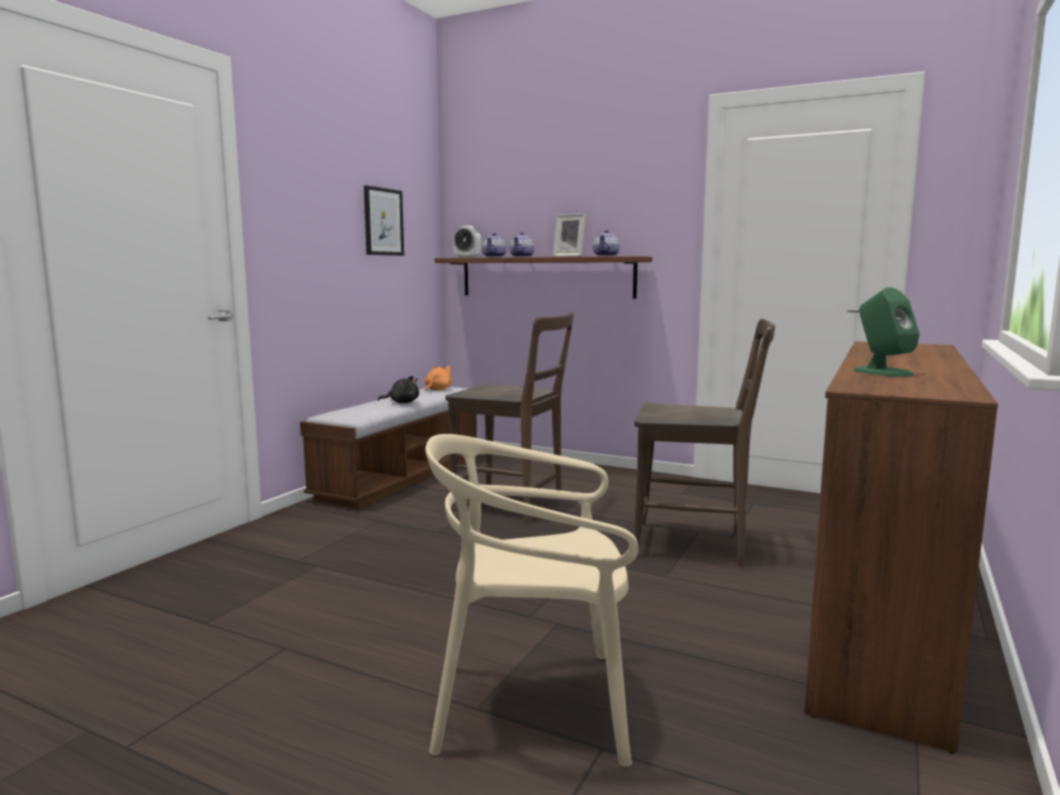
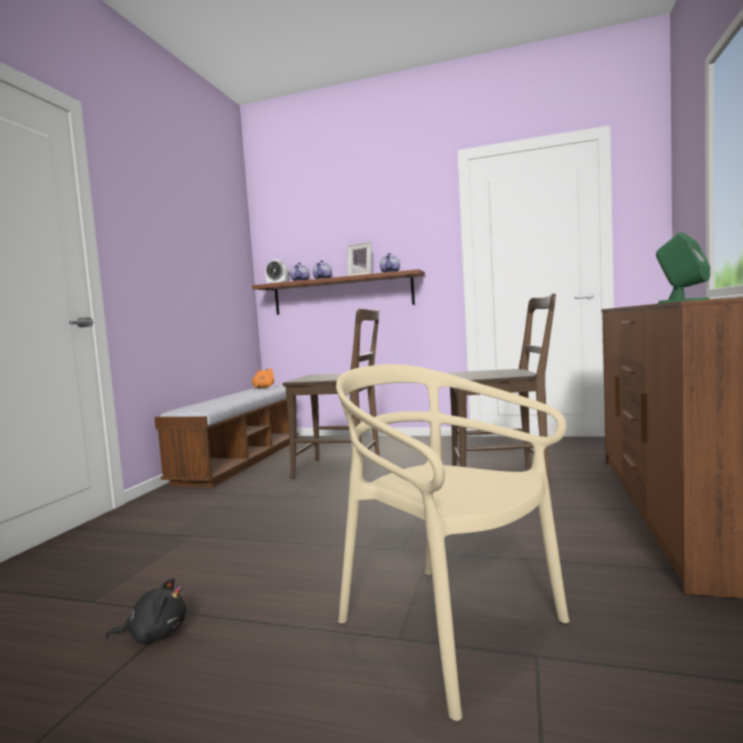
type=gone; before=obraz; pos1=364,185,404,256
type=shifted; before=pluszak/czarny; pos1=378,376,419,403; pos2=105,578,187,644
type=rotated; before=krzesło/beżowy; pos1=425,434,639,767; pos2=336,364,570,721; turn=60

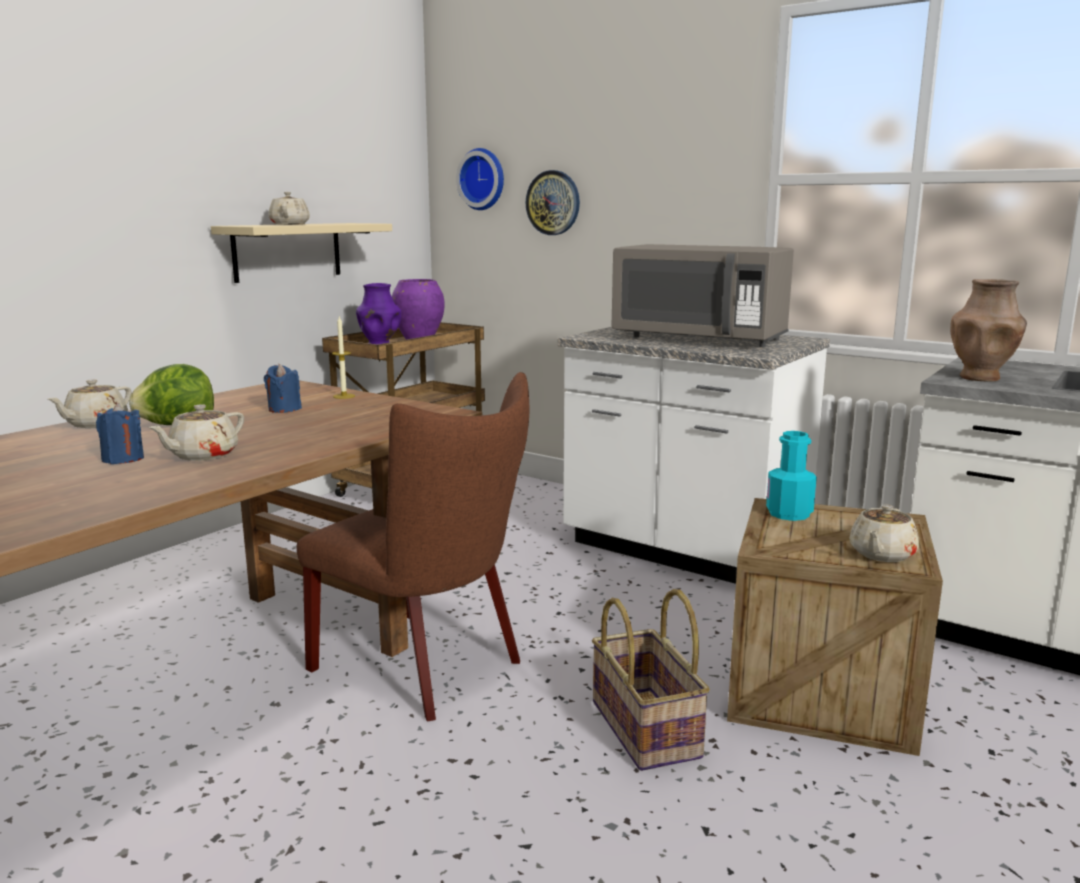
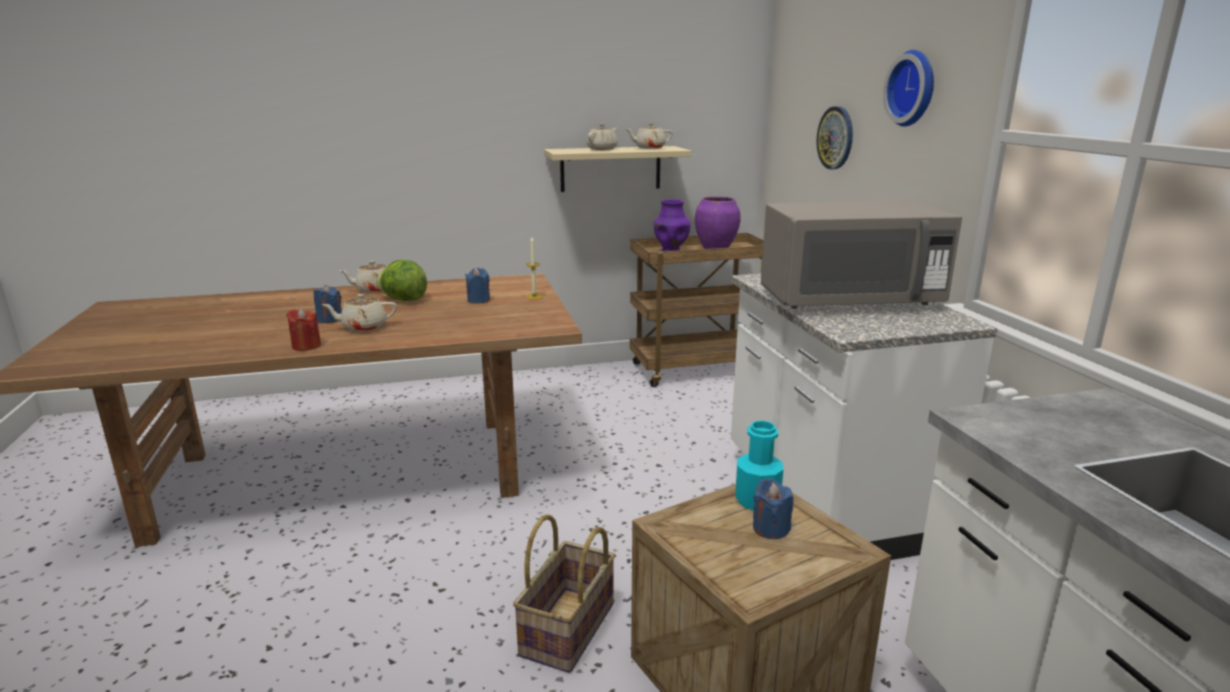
type=shifted; before=zegar ścienny; pos1=456,148,504,210; pos2=883,50,934,127
type=rotated; before=mikrofalówka/szary; pos1=612,244,794,347; pos2=761,202,962,309; turn=-75
type=gone; before=wazon/brązowy; pos1=950,279,1027,382
type=gone; before=krzesło/brązowy; pos1=297,372,529,721
type=shifted; before=imbryk/beżowy; pos1=849,505,919,562; pos2=626,123,673,149
type=new; after=świeca/czerwony; pos2=287,308,321,351
type=new; after=świeca/niebieski; pos2=753,478,794,539

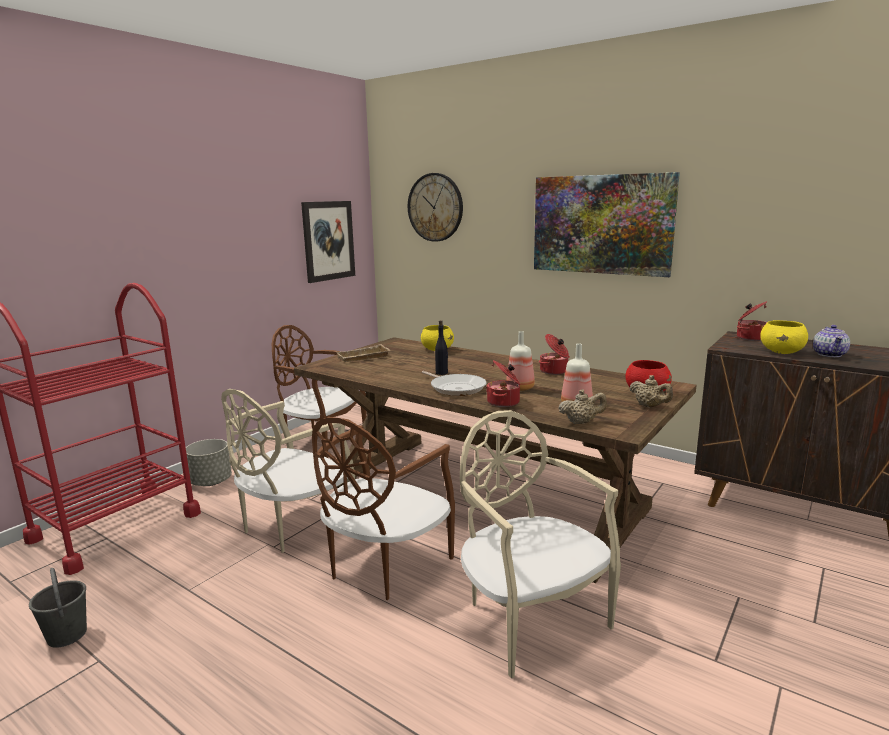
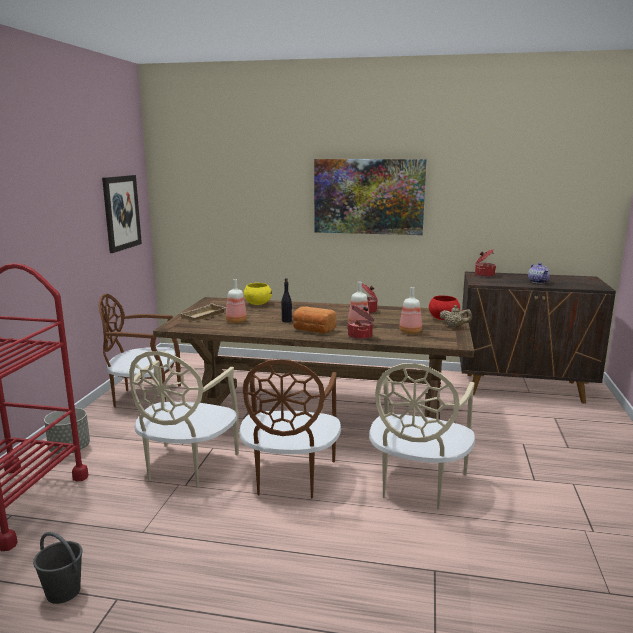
type=gone; before=zegar ścienny; pos1=408,173,463,242
type=gone; before=miska/żółty; pos1=760,320,808,354
type=swapped; before=patelnia; after=chleb; pos1=422,371,487,396; pos2=293,307,337,333
type=gone; before=imbryk/beżowy; pos1=558,389,607,424
type=rotated; before=krzesło/beżowy; pos1=460,410,621,678; pos2=369,363,475,510; turn=-105
type=new; after=butelka; pos2=226,279,247,323

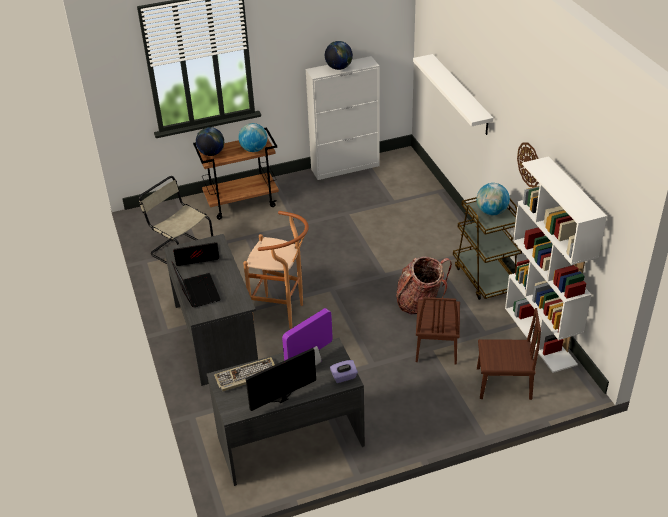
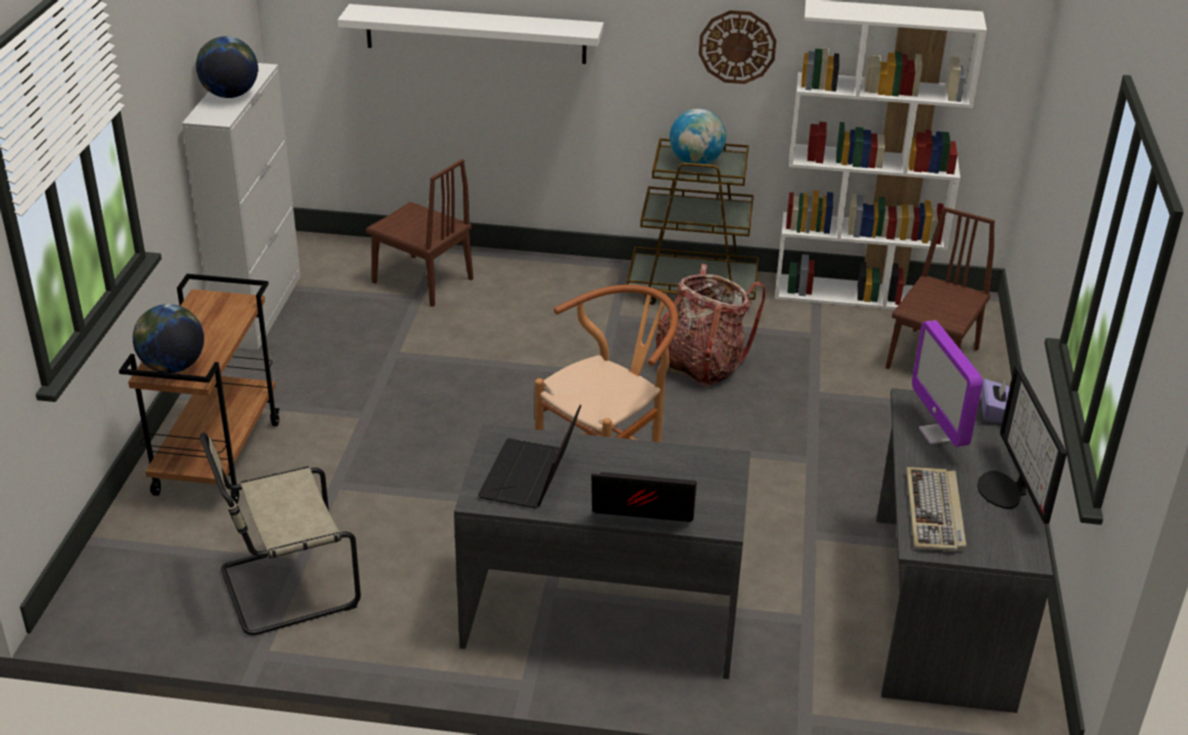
type=gone; before=globus; pos1=238,123,267,152
type=shifted; before=krzesło/brązowy; pos1=416,297,460,365; pos2=366,159,474,307

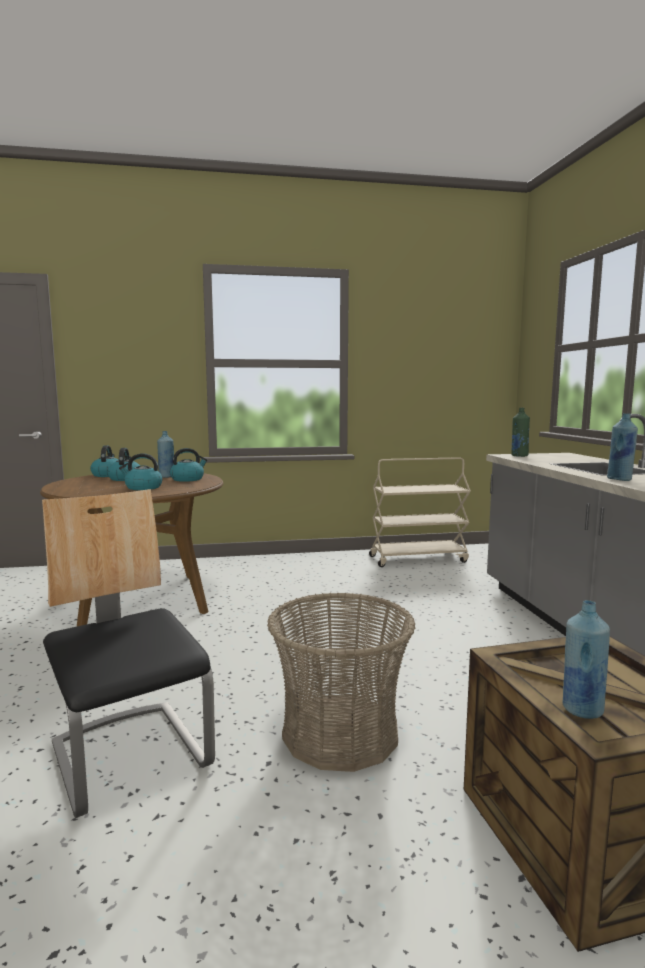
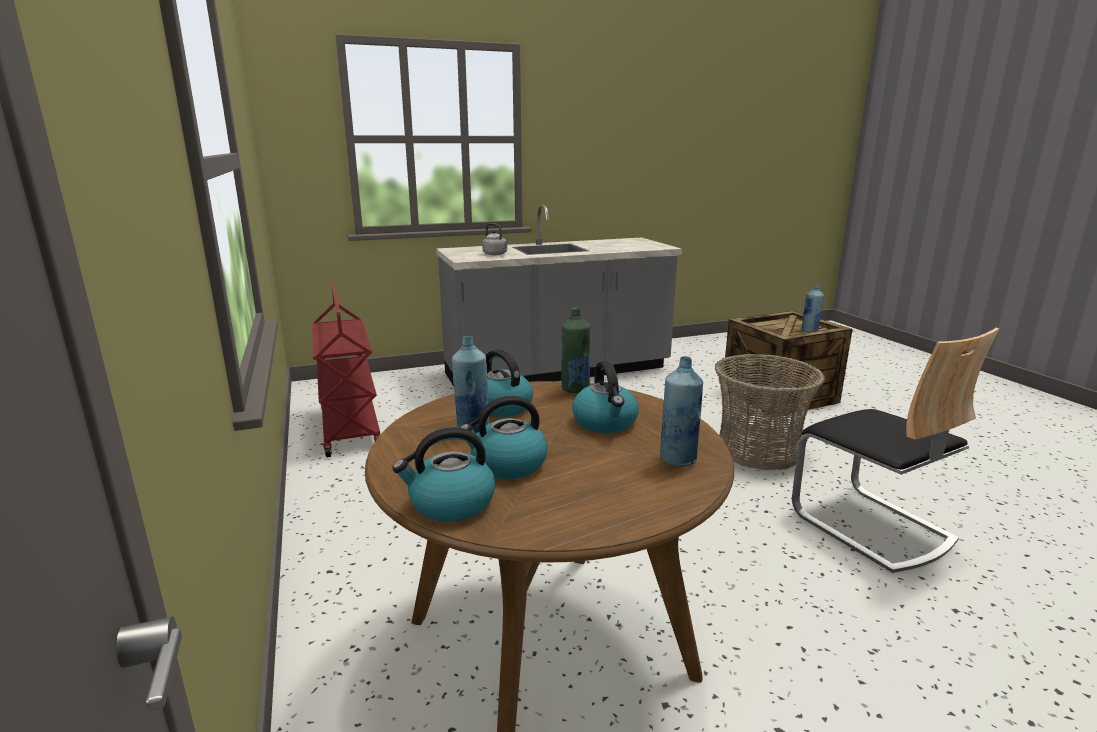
type=shifted; before=butelka/zielony; pos1=511,408,530,457; pos2=561,307,590,393
type=shifted; before=butelka/niebieski; pos1=607,413,638,481; pos2=660,356,703,467
type=repainted; before=wózek/beżowy; after=wózek/czerwony; pos1=369,457,471,567; pos2=312,284,380,457
type=rotated; before=krzesło; pos1=42,489,215,818; pos2=792,328,999,573; turn=-75
type=new; after=czajnik/szary; pos2=482,223,510,255

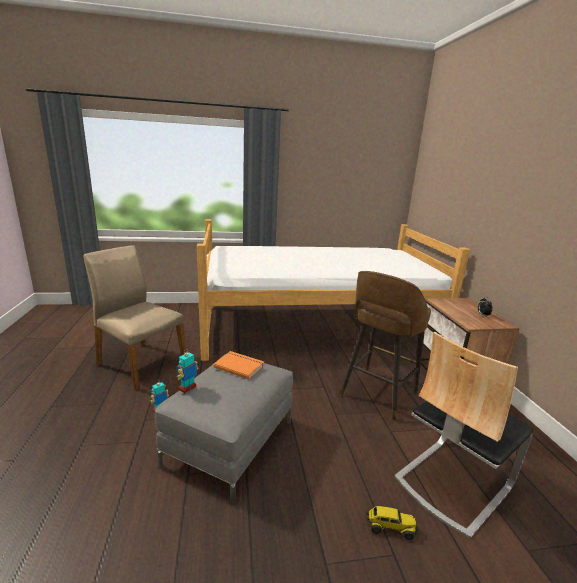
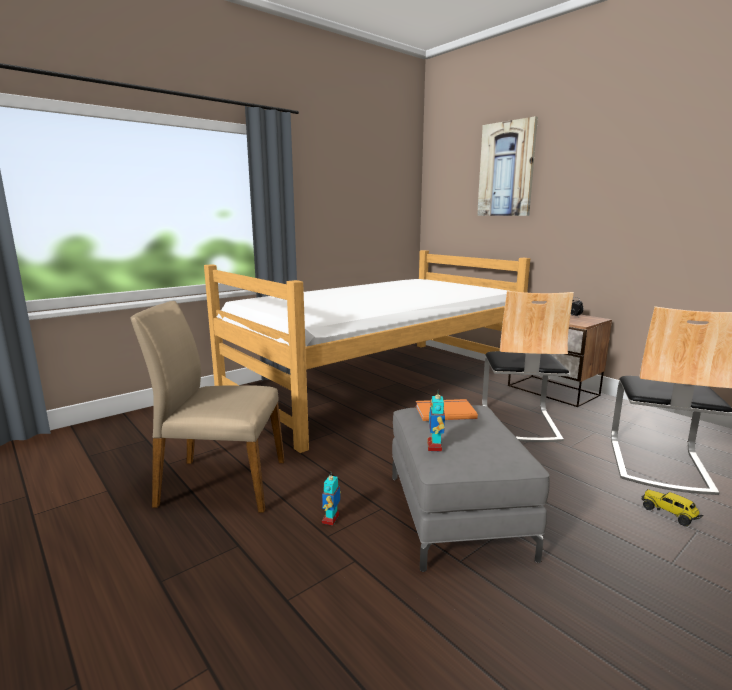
type=swapped; before=stołek/brązowy; after=krzesło; pos1=340,271,431,421; pos2=482,291,574,442
type=rotated; before=ciężarówka zabawkowa; pos1=366,506,418,540; pos2=641,490,703,526; turn=-105
type=new; after=obraz; pos2=477,116,538,216

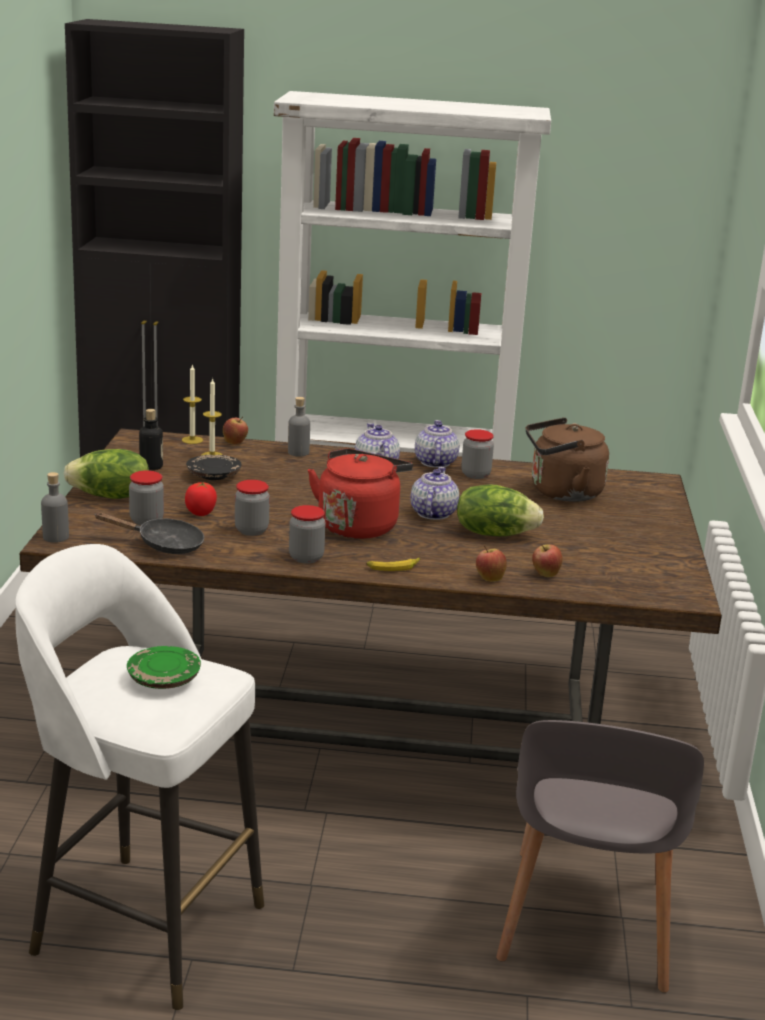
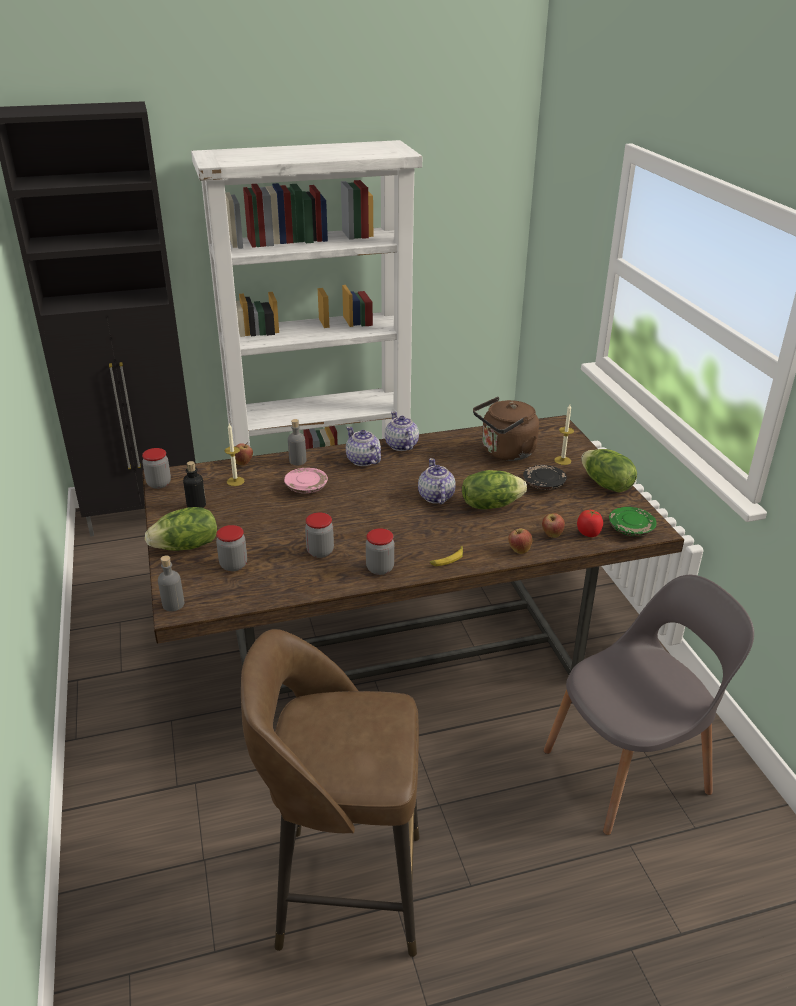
type=shifted; before=świeca; pos1=182,364,203,444; pos2=554,404,574,465
type=shifted; before=słoik; pos1=461,429,494,479; pos2=142,448,171,489
type=gone; before=czajnik/czerwony; pos1=308,448,413,539
type=shifted; before=talerz/czarny; pos1=186,455,241,480; pos2=523,465,567,490
type=shifted; before=pomidor; pos1=185,482,217,516; pos2=577,510,603,537
type=gone; before=patelnia/czarny; pos1=94,512,204,554
type=repainted; before=stołek/biały; after=stołek/brązowy; pos1=15,544,264,1010; pos2=241,629,420,957
type=shifted; before=talerz/zielony; pos1=127,646,201,689; pos2=609,507,657,536
type=rotated; before=krzesło/szary; pos1=496,720,704,993; pos2=544,575,754,835; turn=-105
type=new; after=sałata; pos2=581,449,637,493
type=new; after=talerz/różowy; pos2=284,468,328,493

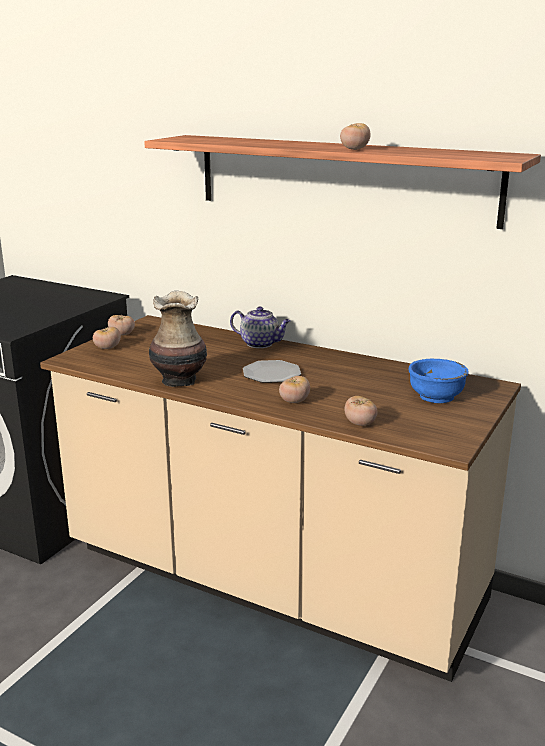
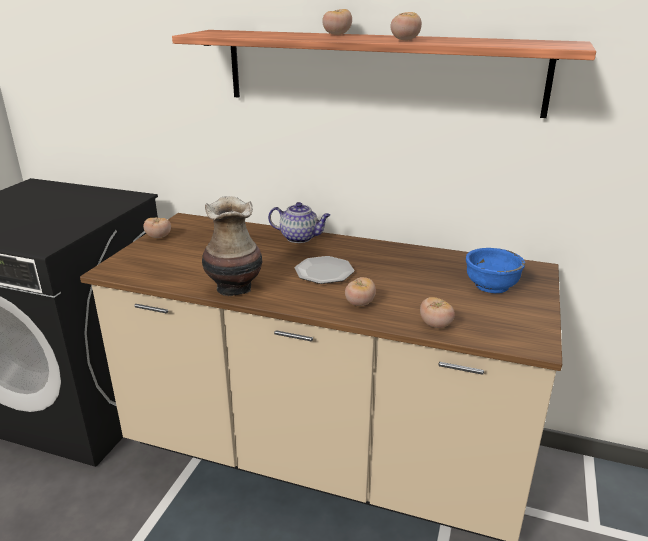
type=shifted; before=pomidor; pos1=93,327,121,349; pos2=322,9,352,35

